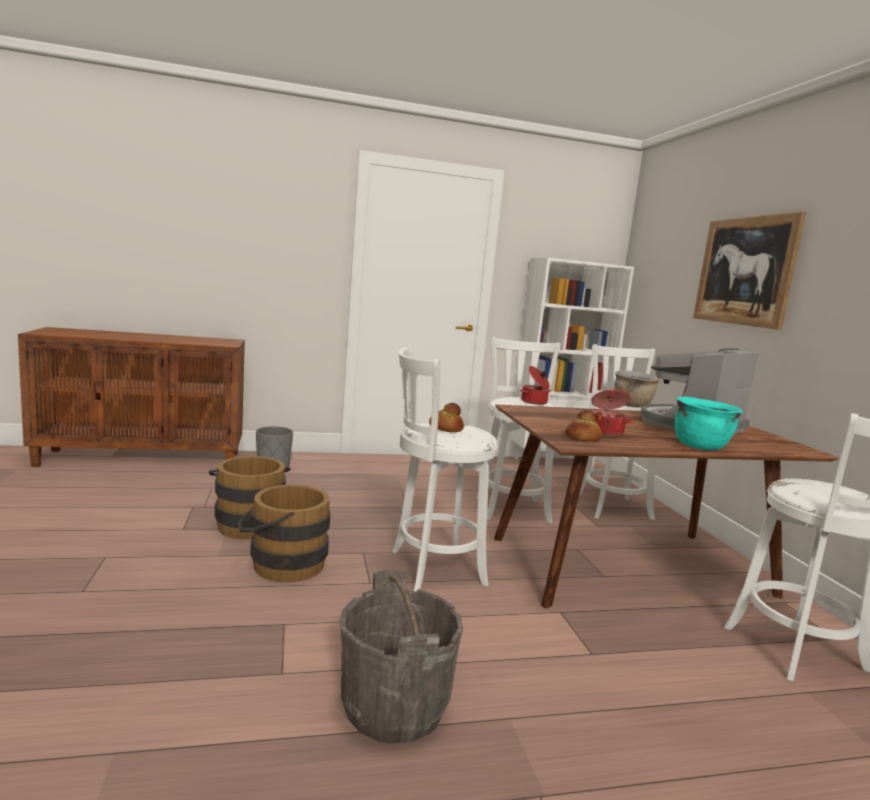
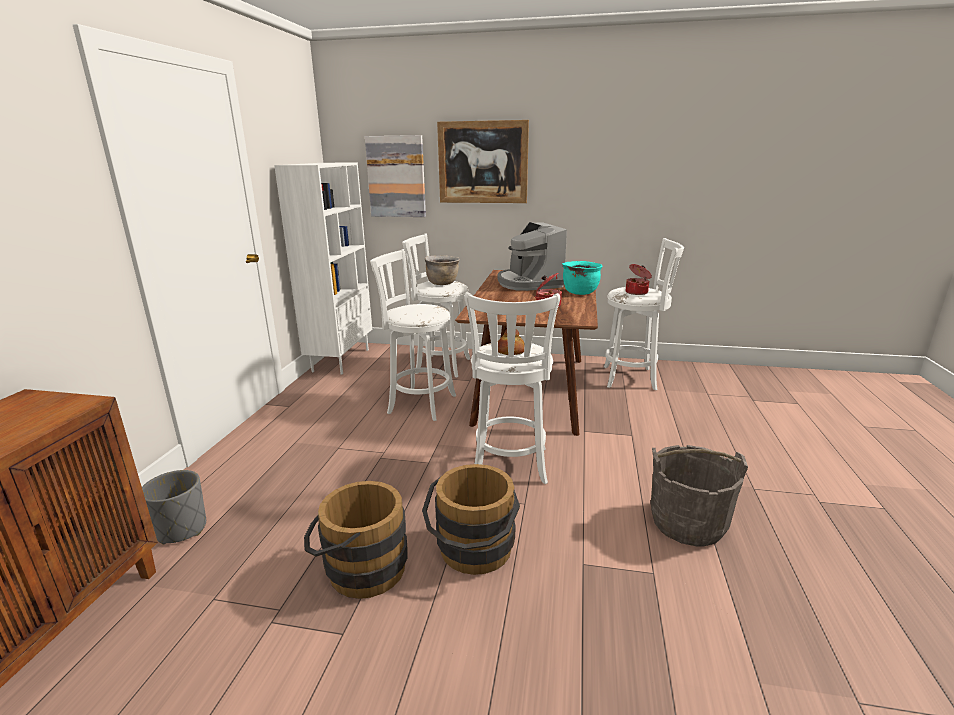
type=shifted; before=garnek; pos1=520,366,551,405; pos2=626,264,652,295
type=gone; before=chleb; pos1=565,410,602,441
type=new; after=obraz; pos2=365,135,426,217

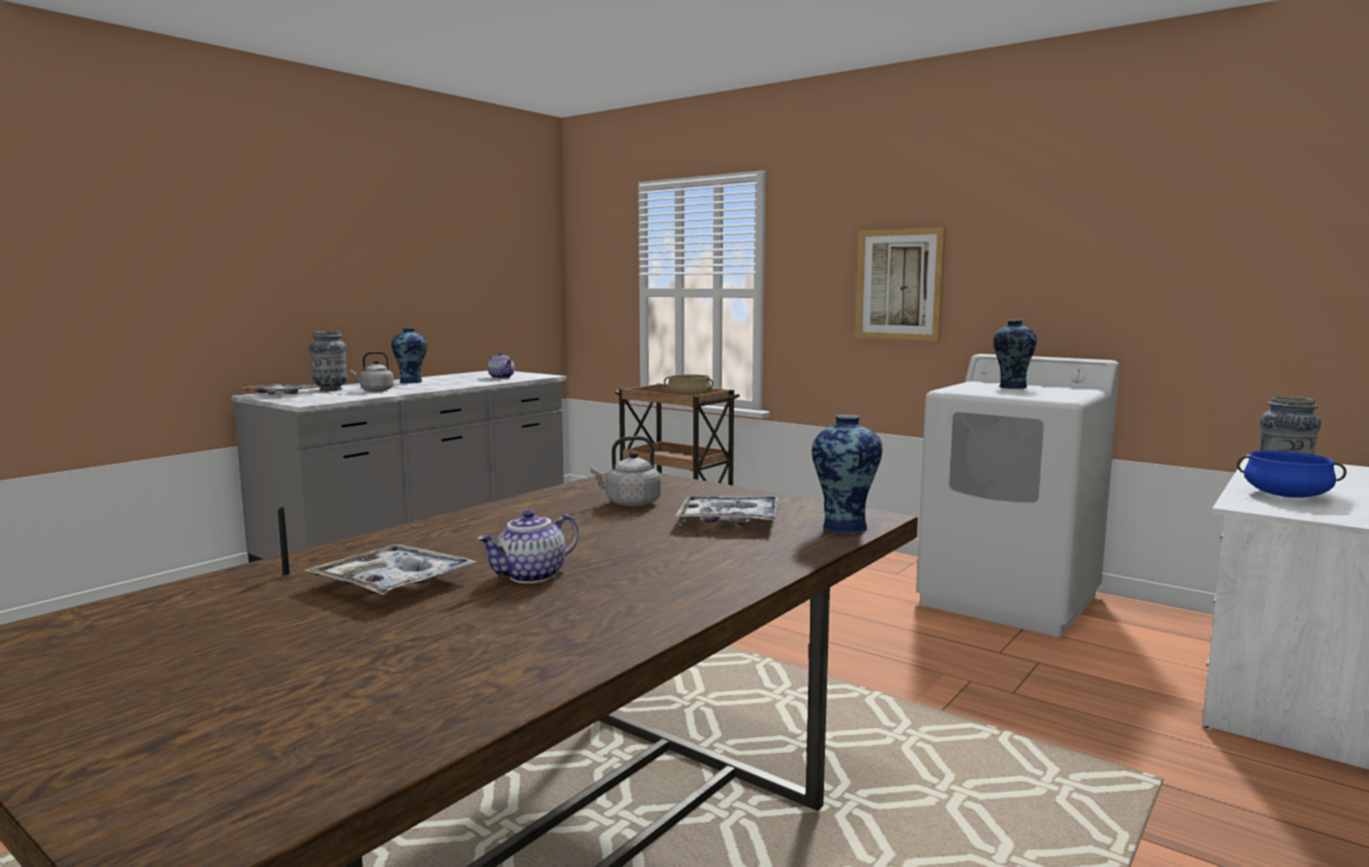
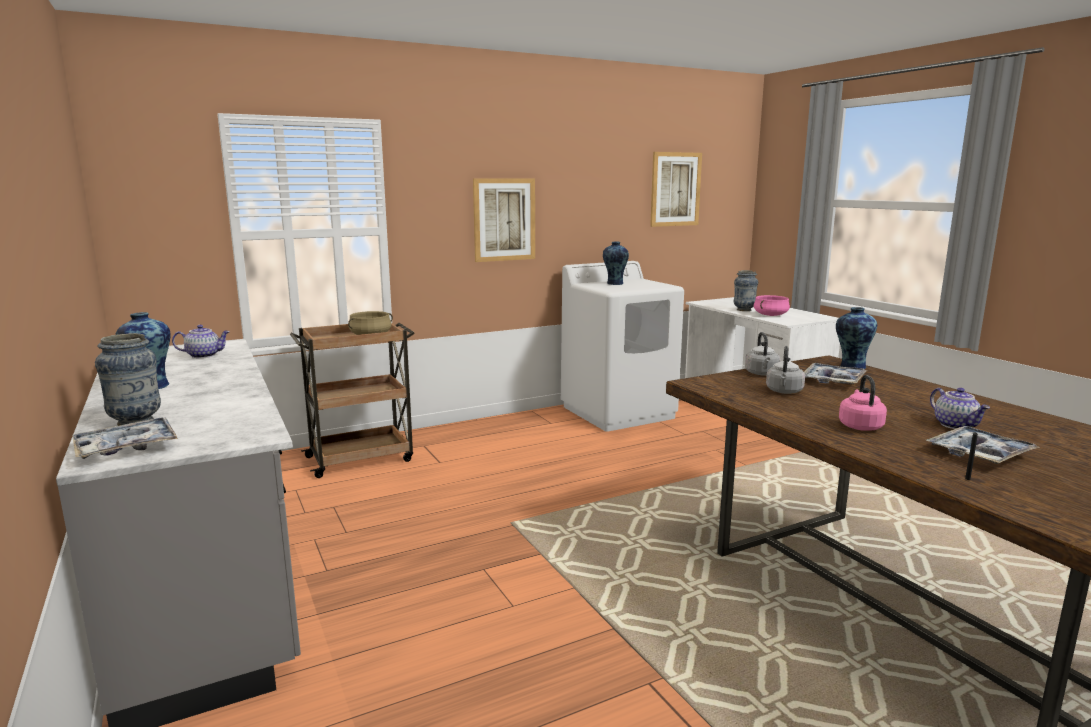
type=shifted; before=czajnik/szary; pos1=350,351,394,392; pos2=745,332,780,375
type=repainted; before=garnek/niebieski; after=garnek/różowy; pos1=1237,451,1346,497; pos2=754,295,790,316
type=new; after=obraz; pos2=650,152,702,227
type=new; after=czajnik/różowy; pos2=839,375,887,431

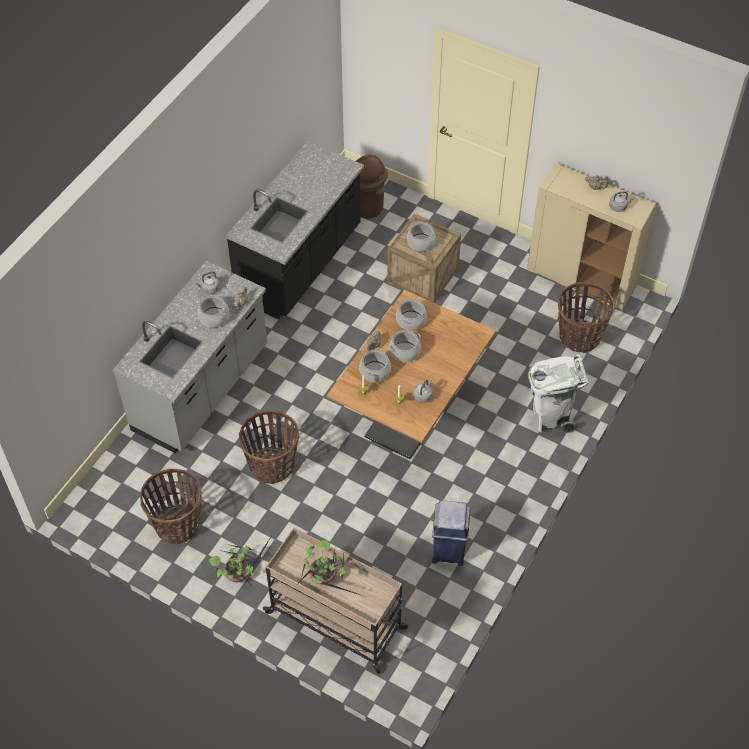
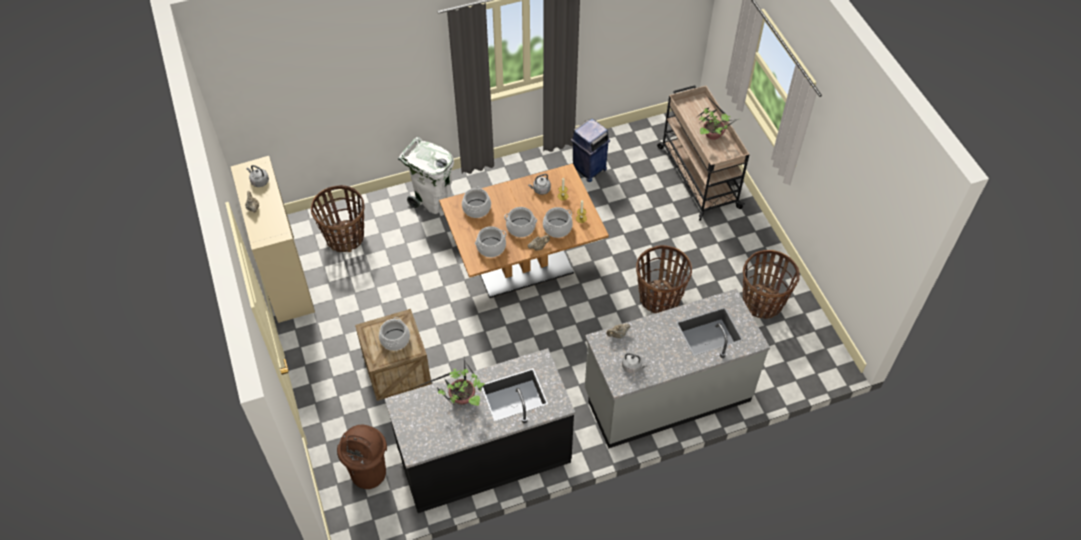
type=shifted; before=garnek; pos1=198,295,229,327; pos2=462,187,491,218
type=shifted; before=roślina doniczkowa; pos1=209,537,271,582; pos2=409,356,485,406

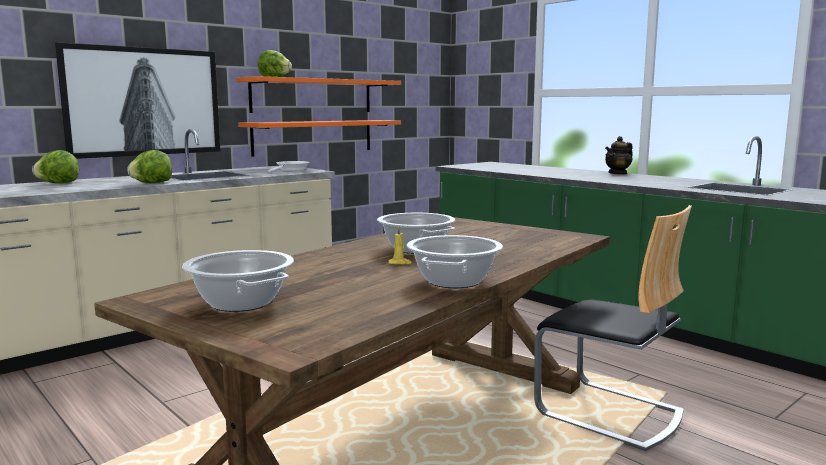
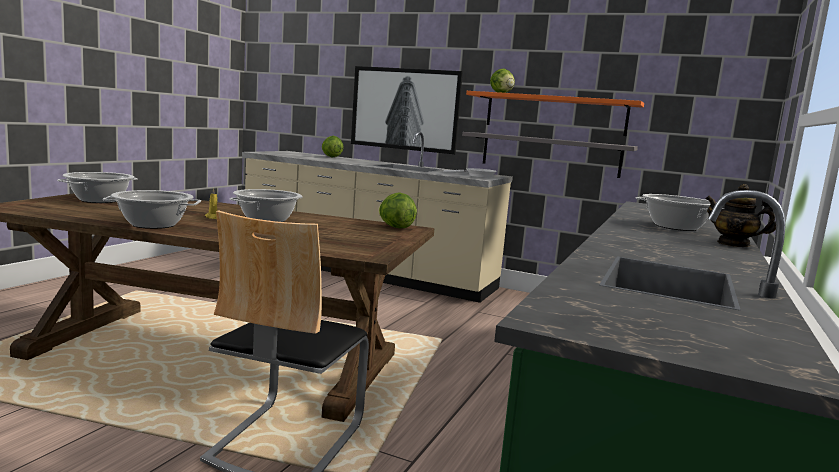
type=repainted; before=półka/pomarańczowy; after=półka/szary; pos1=238,120,401,157; pos2=462,132,638,178
type=shifted; before=sałata; pos1=127,150,172,183; pos2=378,192,417,228
type=new; after=garnek; pos2=636,194,724,231

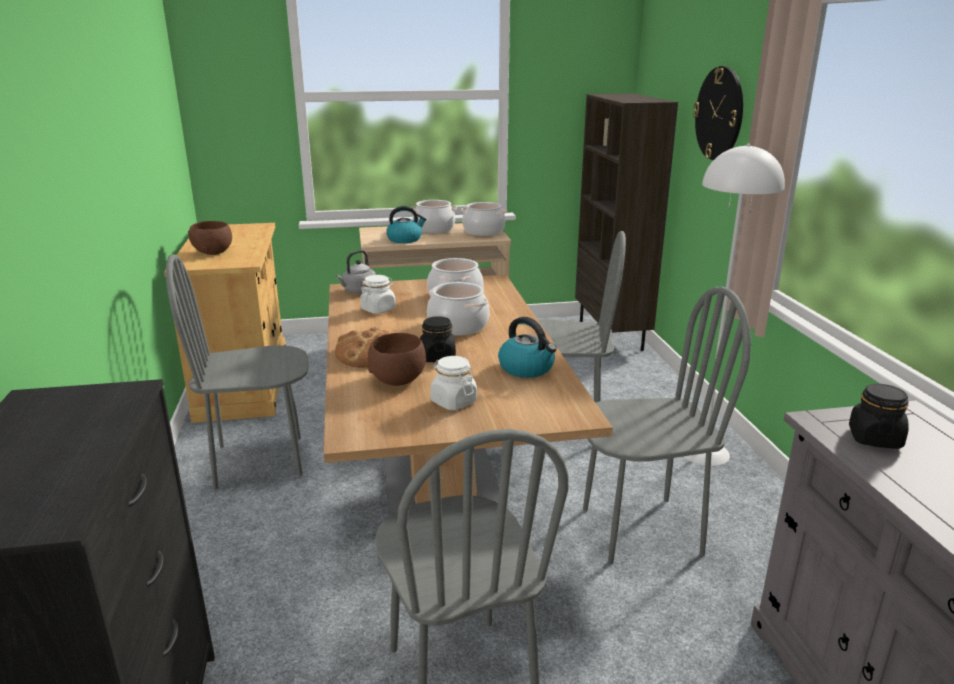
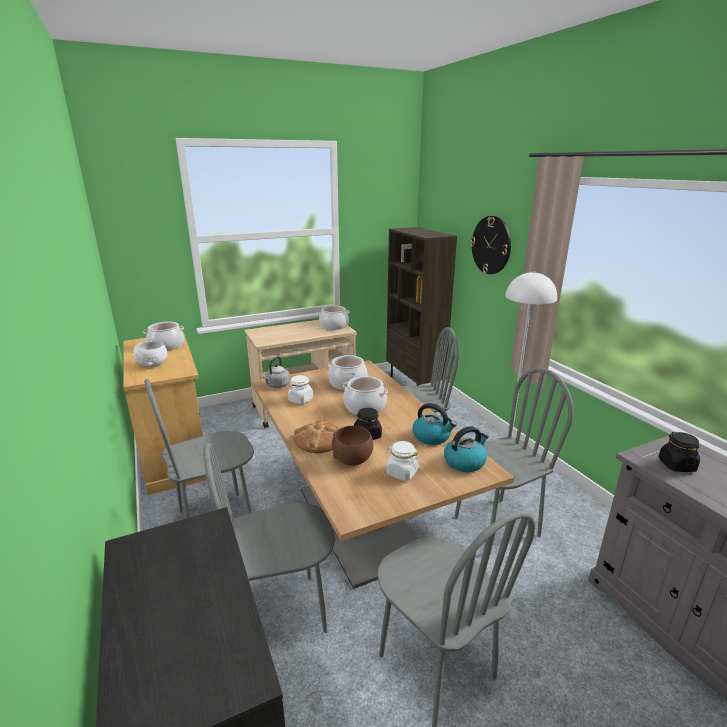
type=shifted; before=garnek; pos1=411,200,457,233; pos2=143,322,184,351
type=shifted; before=czajnik; pos1=386,206,427,243; pos2=444,426,489,472
type=repainted; before=miska/brązowy; after=miska/biały; pos1=188,221,232,255; pos2=133,341,167,367
type=new; after=krzesło/szary; pos2=203,443,335,633

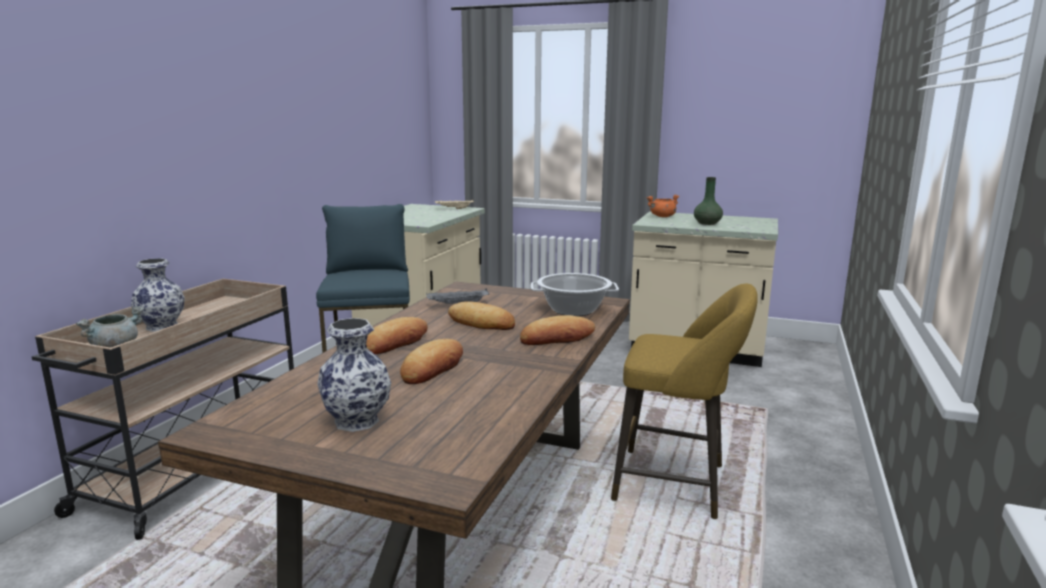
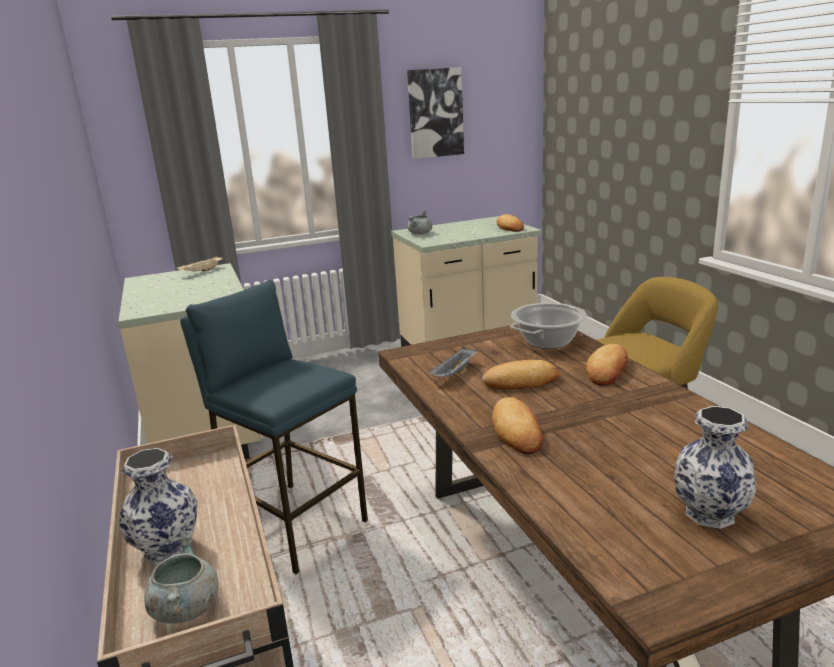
type=gone; before=wazon/zielony; pos1=694,177,723,225
type=repainted; before=garnek/pomarańczowy; after=garnek/szary; pos1=647,194,679,217; pos2=407,210,432,234
type=shifted; before=chleb; pos1=400,339,463,384; pos2=496,214,524,232
type=new; after=obraz; pos2=407,67,464,159

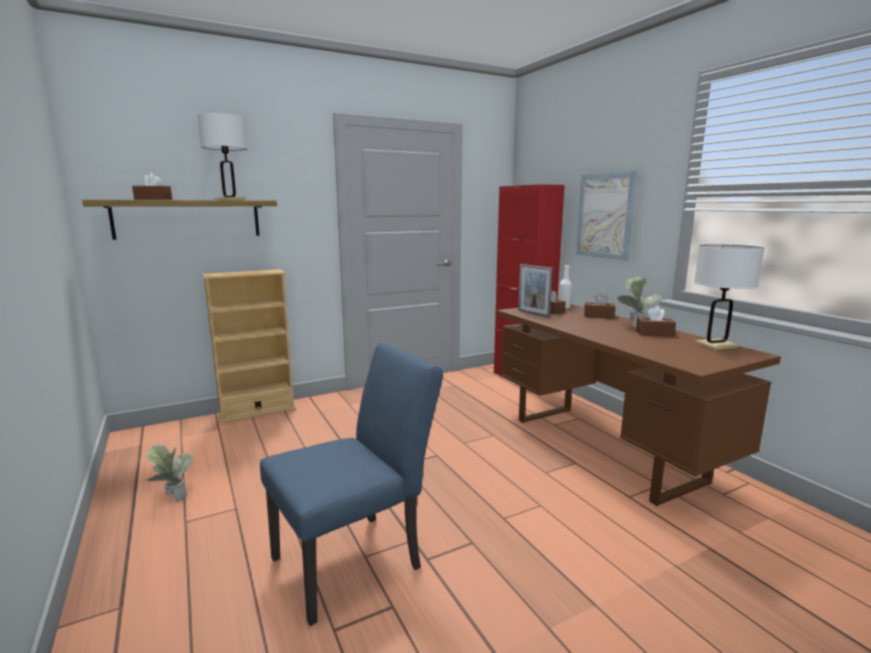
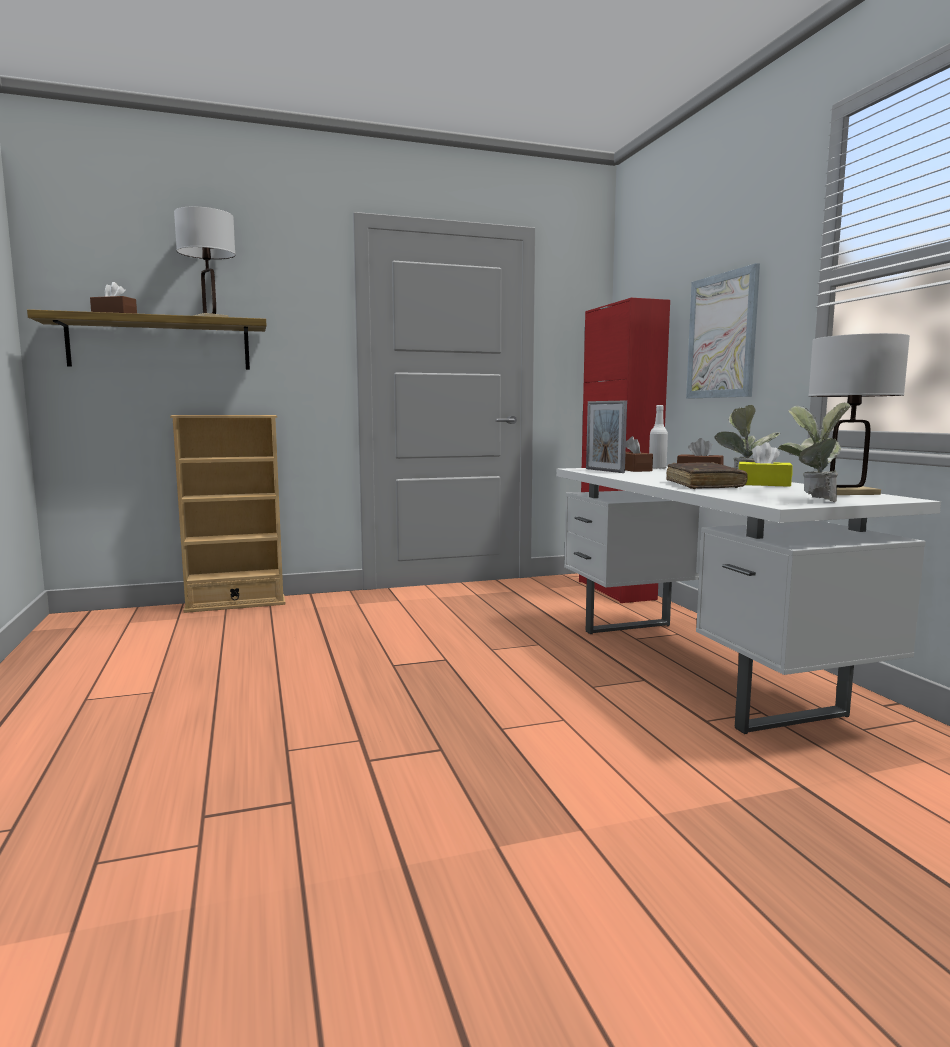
type=repainted; before=biurko/brązowy; after=biurko/biały; pos1=497,304,781,506; pos2=556,466,941,734
type=repainted; before=pudełko chusteczek/brązowy; after=pudełko chusteczek/żółty; pos1=636,306,676,336; pos2=738,442,793,487
type=gone; before=krzesło/niebieski; pos1=260,343,443,626
type=shifted; before=roślina doniczkowa; pos1=147,444,193,501; pos2=778,402,851,502
type=new; after=książka/brązowy; pos2=666,462,748,489

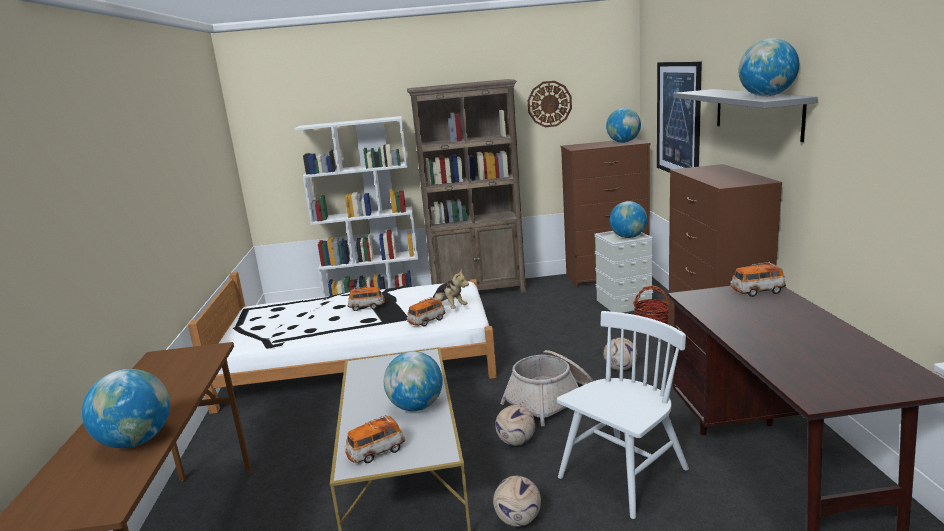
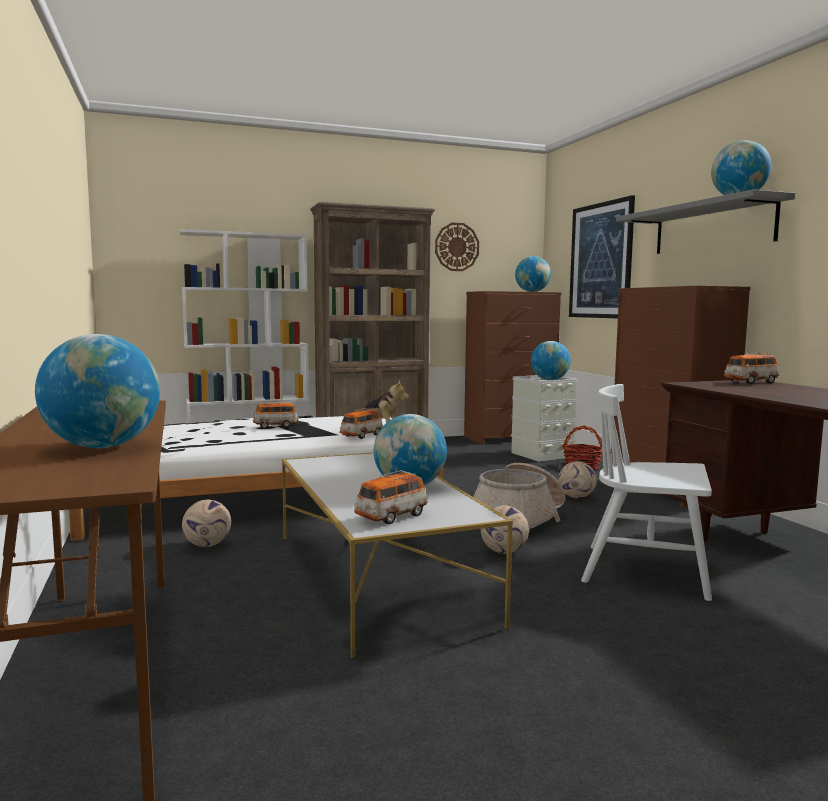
type=rotated; before=krzesło/biały; pos1=557,311,689,519; pos2=581,384,712,601; turn=-105
type=shifted; before=piłka futbolowa; pos1=493,476,541,527; pos2=182,500,231,547

